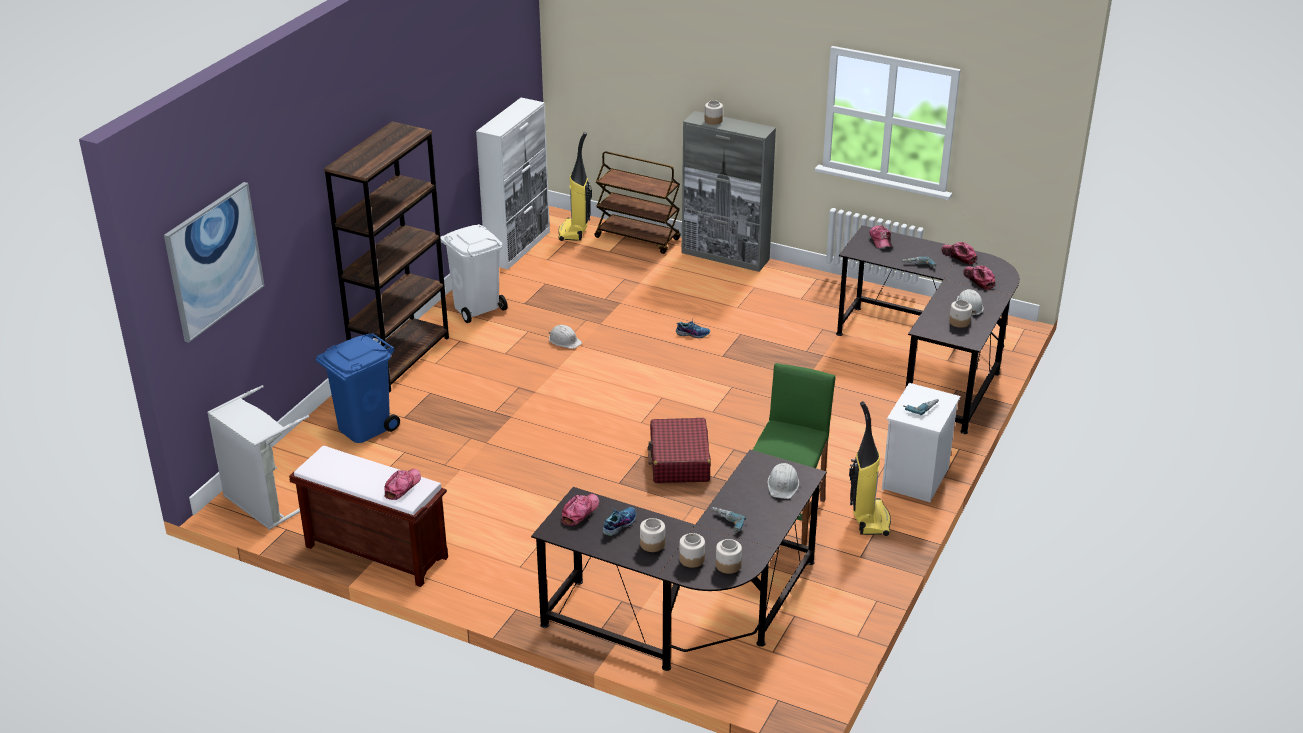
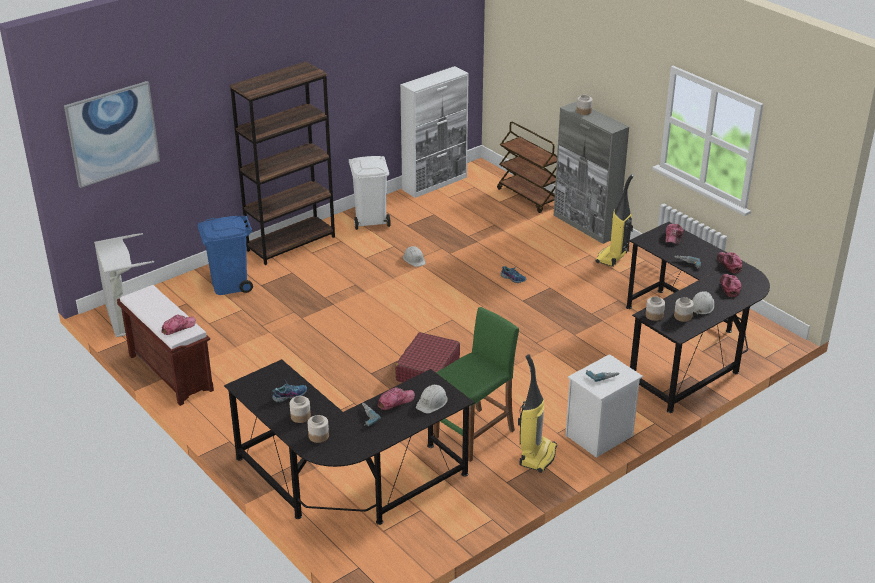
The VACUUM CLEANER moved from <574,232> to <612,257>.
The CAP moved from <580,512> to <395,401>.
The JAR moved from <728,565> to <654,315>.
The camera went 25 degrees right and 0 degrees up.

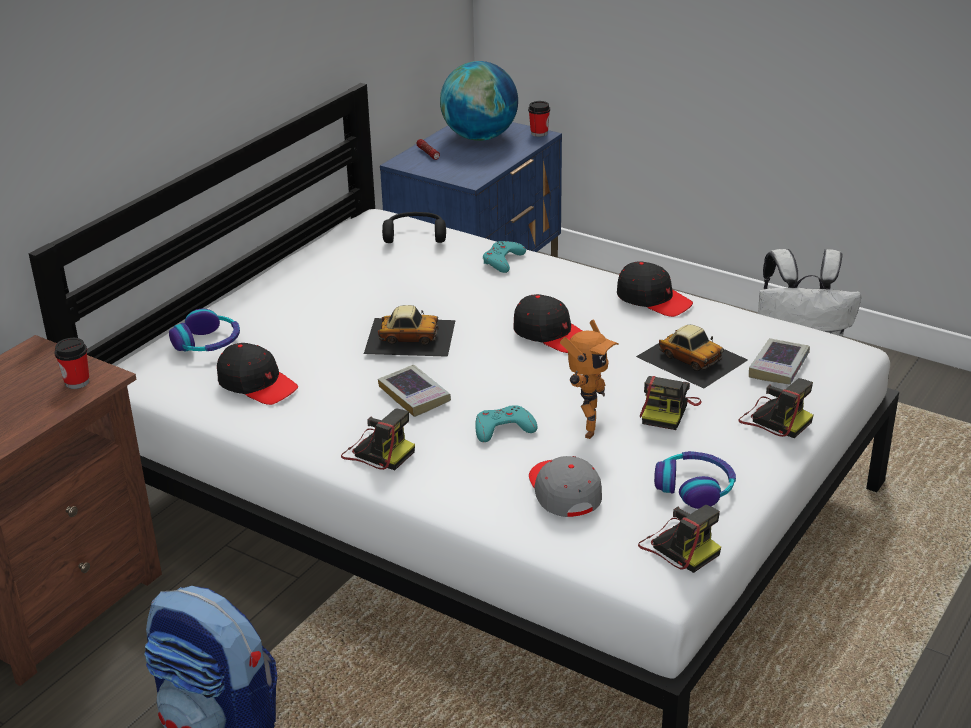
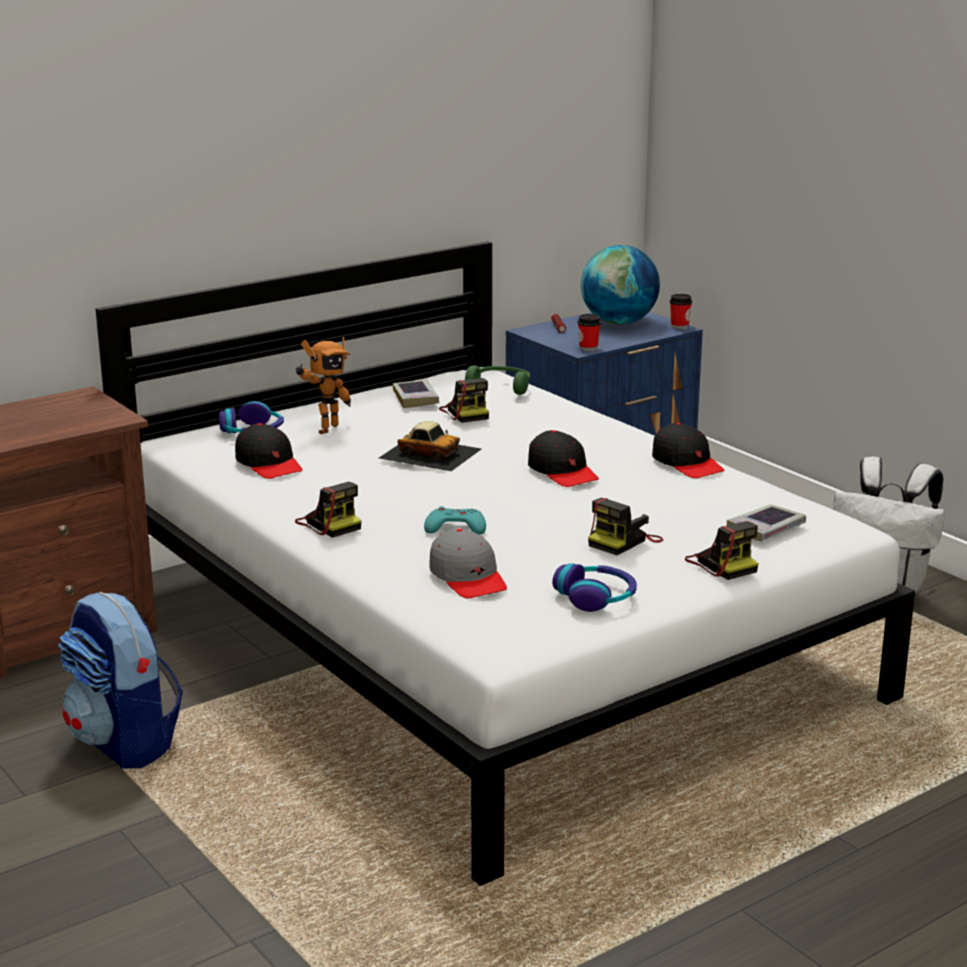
The BLACK HEADPHONES at <415,235> became the GREEN HEADPHONES at <501,387>.
The TURQUOISE GAME CONTROLLER at <503,261> disappeared.
The TOY ROBOT moved from <585,428> to <325,428>.
The TOY CAR at <691,357> disappeared.
The CUP moved from <77,382> to <588,348>.
The BOOK moved from <414,395> to <415,398>.
The GREY CAP at <563,492> turned 150 degrees clockwise.
The PHOTO CAMERA moved from <678,547> to <466,413>.
The camera went 20 degrees right and 10 degrees down.

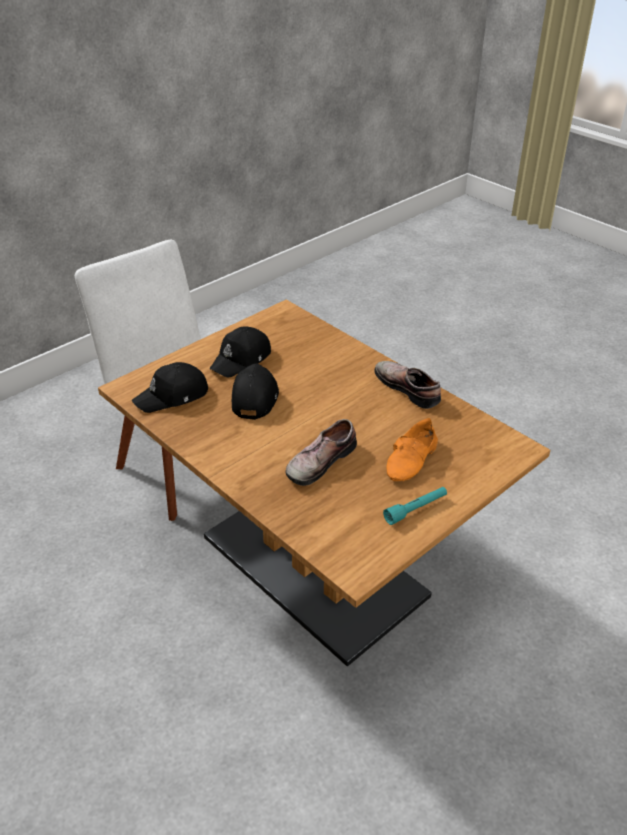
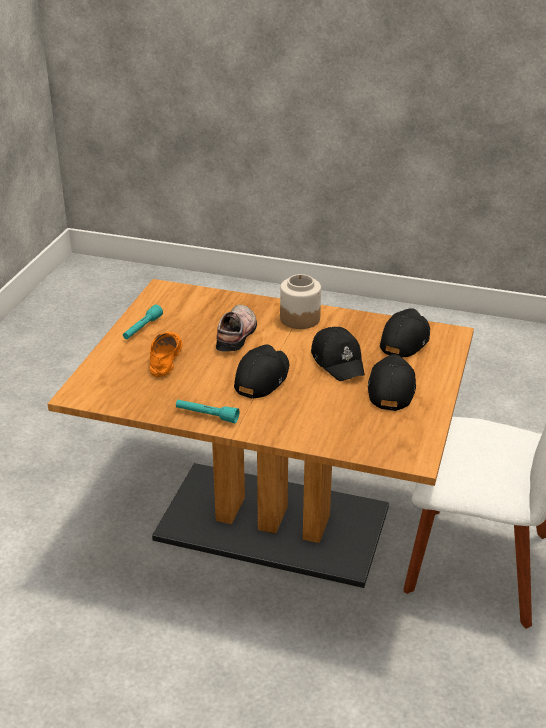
The SHOE at <409,388> was replaced by the TURQUOISE FLASHLIGHT at <207,415>.
The JAR at <300,318> appeared.
The BLACK CAP at <262,378> appeared.
The camera went 150 degrees right and 5 degrees down.

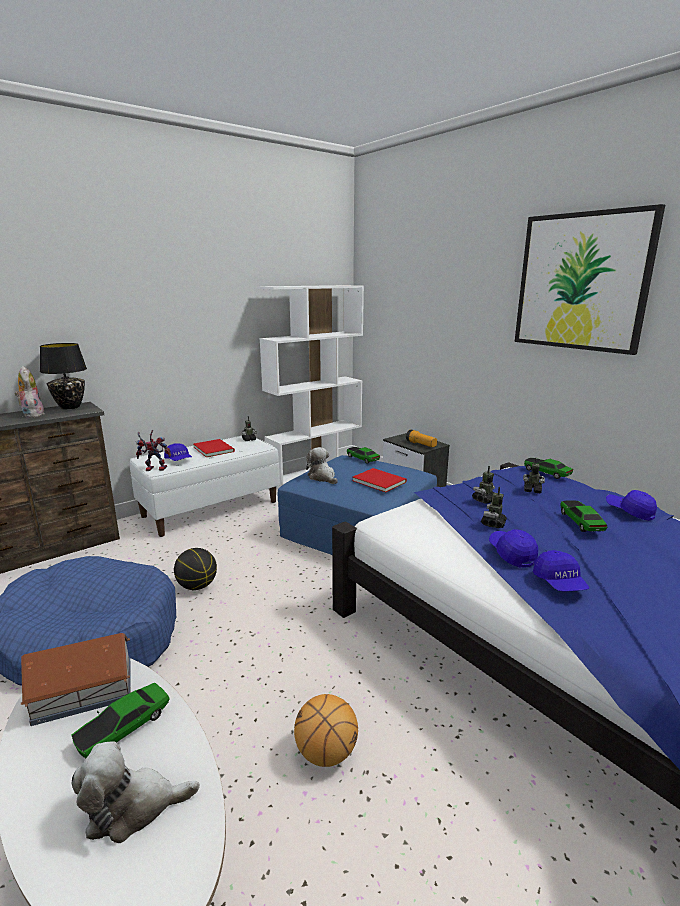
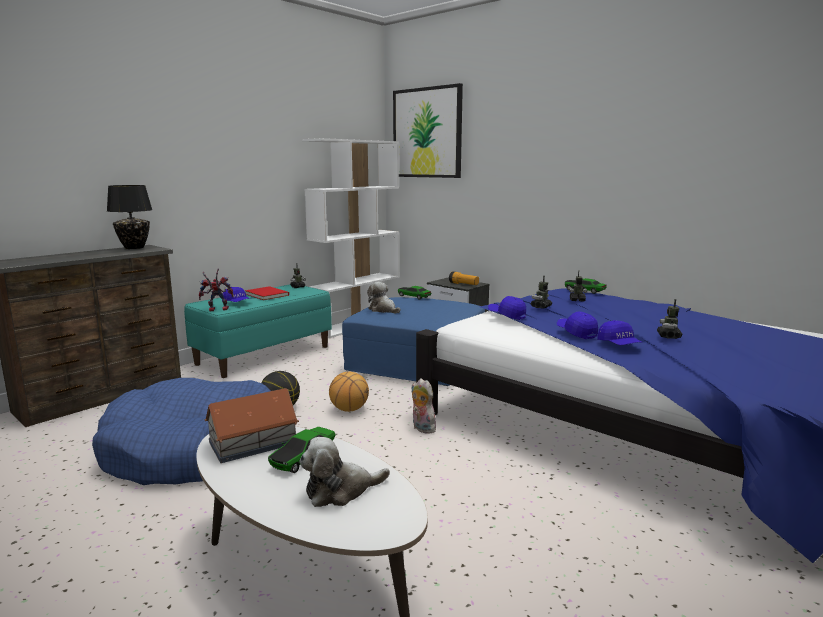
The PICTURE moved from <581,282> to <427,133>.
The PLUSH TOY moved from <32,415> to <422,428>.
The WHITE BENCH at <211,508> became the TURQUOISE BENCH at <264,355>.
The RED BOOK at <378,481> disappeared.
The TOY ROBOT moved from <493,524> to <668,336>.
The BLUE CAP moved from <629,511> to <507,315>.
The TOY CAR at <581,522> disappeared.
The BASKETBALL moved from <326,753> to <349,409>.
The camera went 10 degrees left and 5 degrees down.

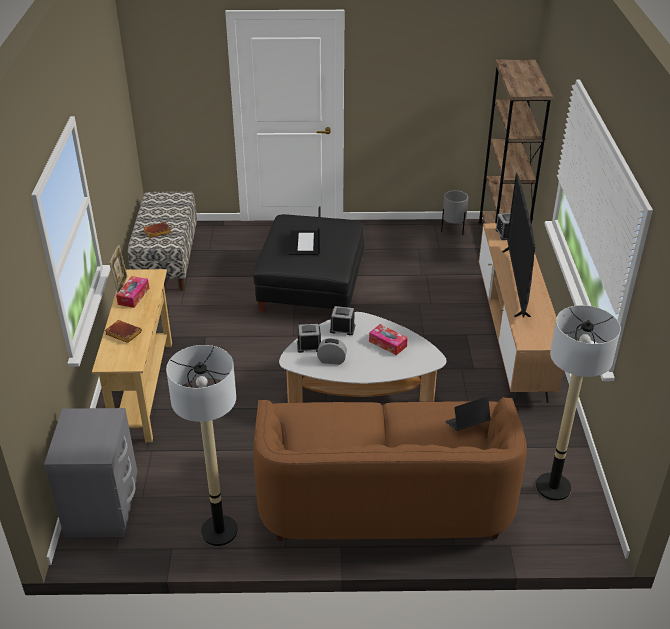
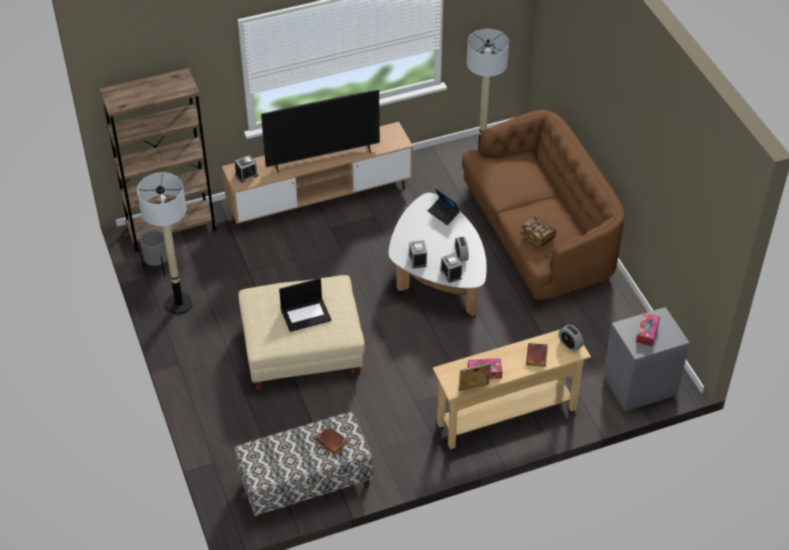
The BLACK OTTOMAN at <311,287> became the BEIGE OTTOMAN at <303,349>.
The TISSUE BOX moved from <387,344> to <647,332>.
The FLOOR LAMP moved from <219,531> to <179,304>.
The LAPTOP moved from <466,424> to <443,214>.
The BOOK at <537,236> appeared.
The ALARM CLOCK at <570,344> appeared.
The camera went 110 degrees left and 10 degrees up.

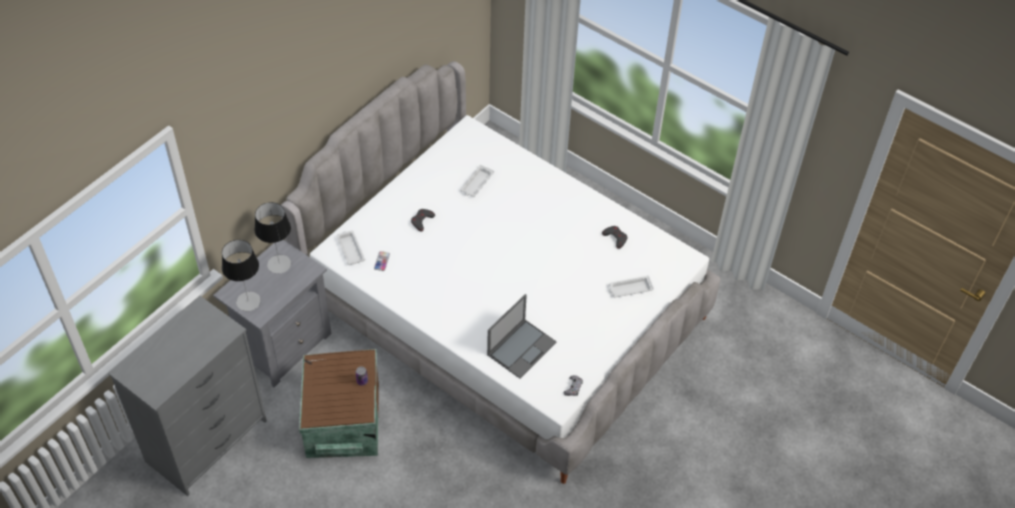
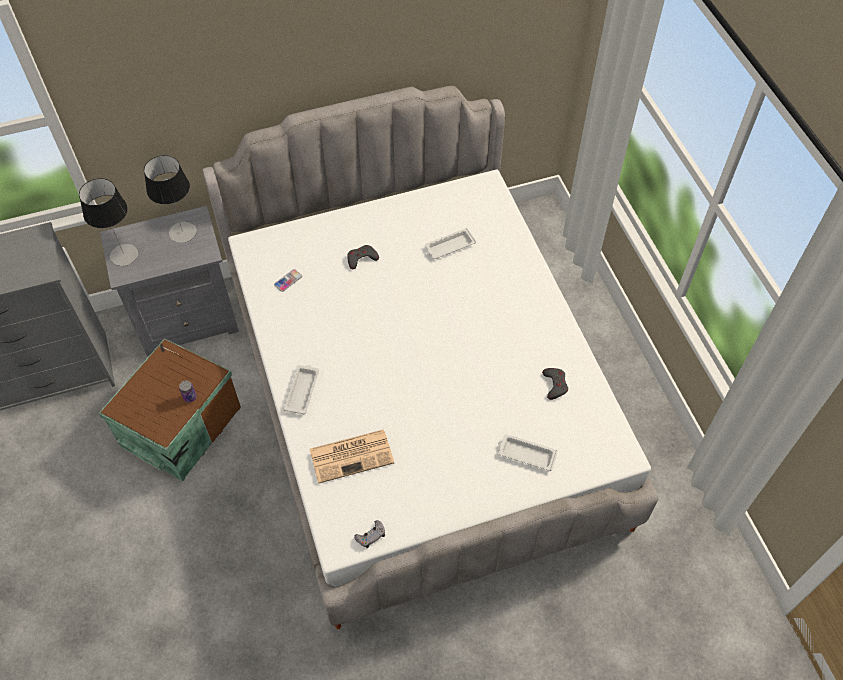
The WHITE TRAY moved from <350,249> to <302,390>.
The LAPTOP at <522,348> was replaced by the NEWSPAPER at <352,455>.
The camera went 35 degrees right and 5 degrees up.

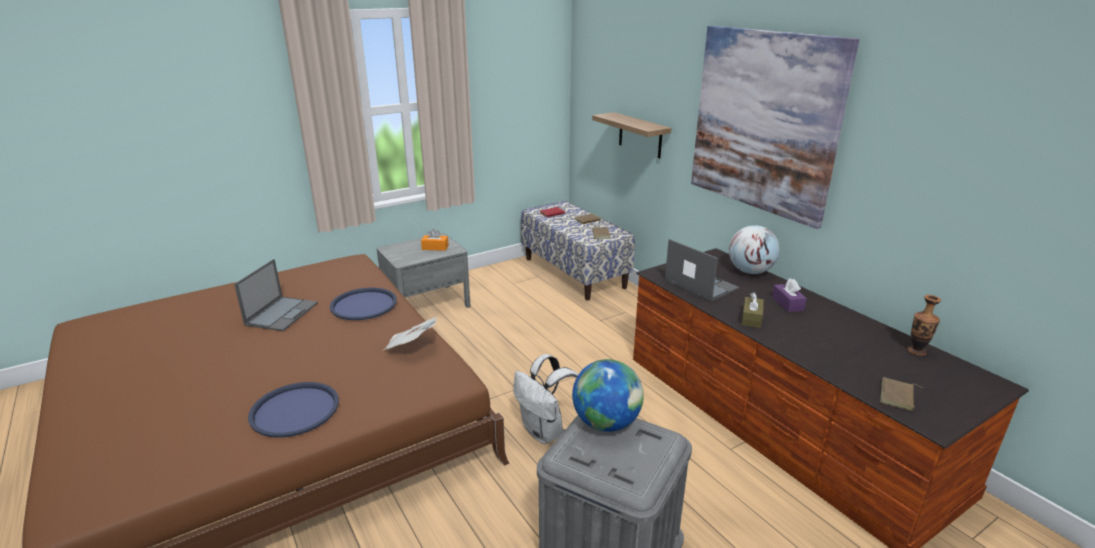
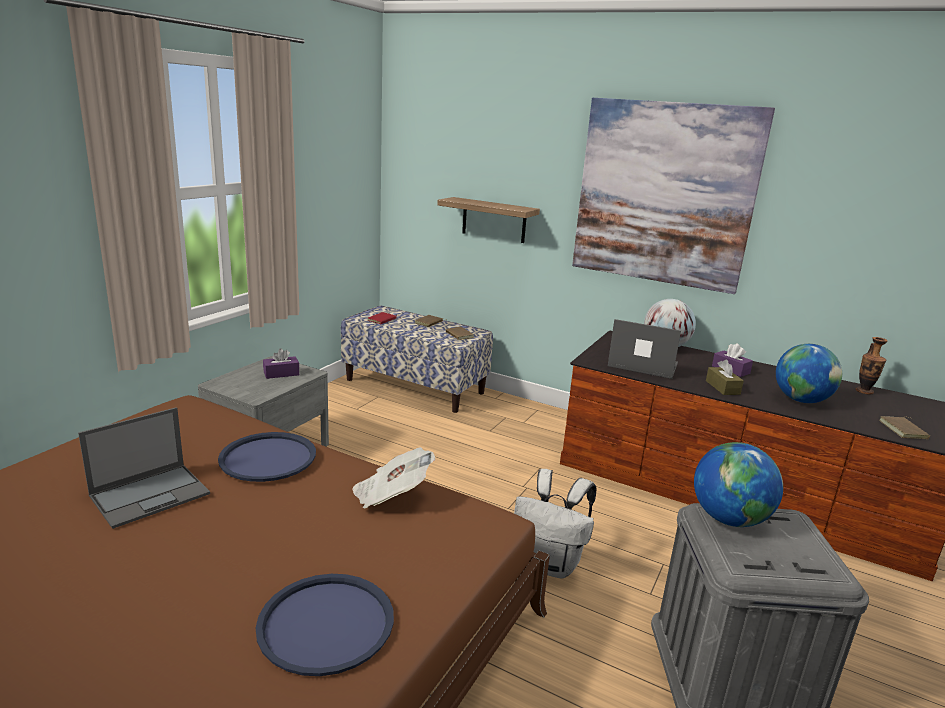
The ORANGE TISSUE BOX at <435,247> became the PURPLE TISSUE BOX at <281,373>.
The LAPTOP at <282,313> turned 60 degrees clockwise.
The GLOBE at <801,400> appeared.
The camera went 30 degrees left and 5 degrees down.

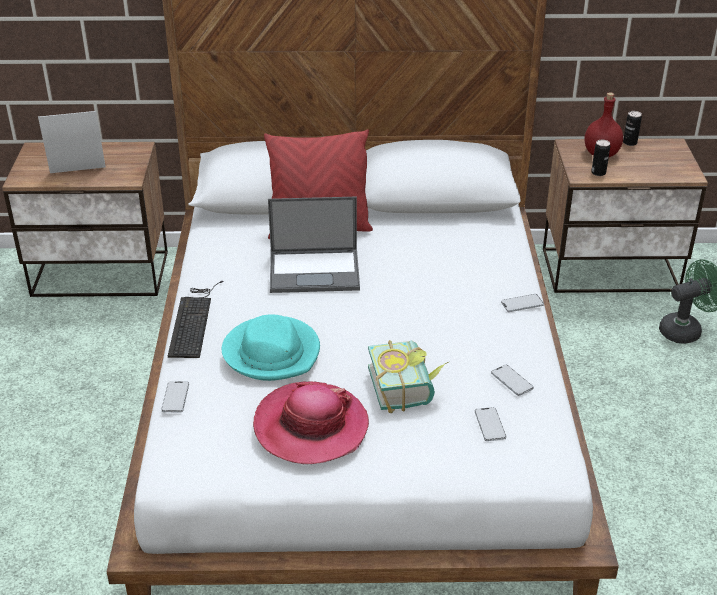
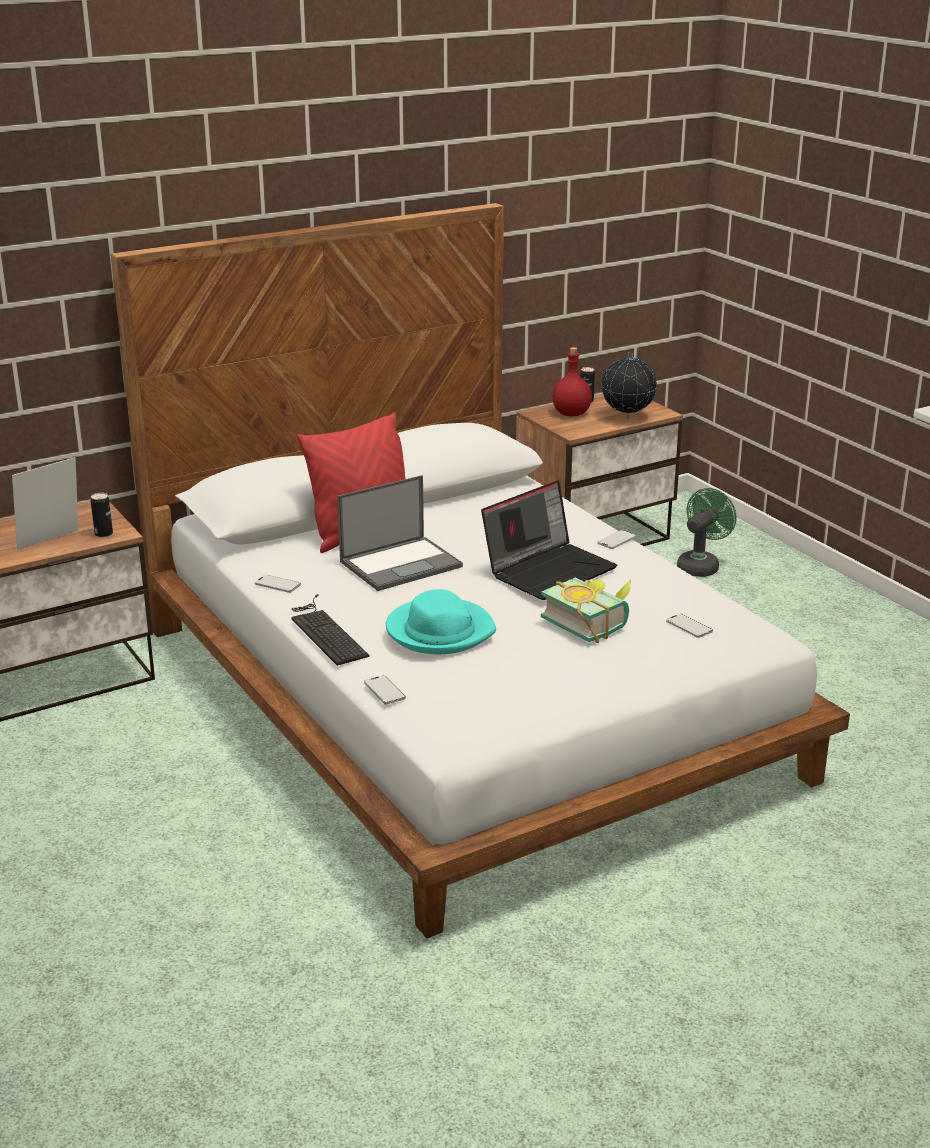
The CAN moved from <598,173> to <103,534>.
The PHONE moved from <512,381> to <277,585>.
The HAT at <311,426> disappeared.
The GLOBE at <627,418> appeared.
The LAPTOP at <549,569> appeared.
The camera went 30 degrees left and 10 degrees down.

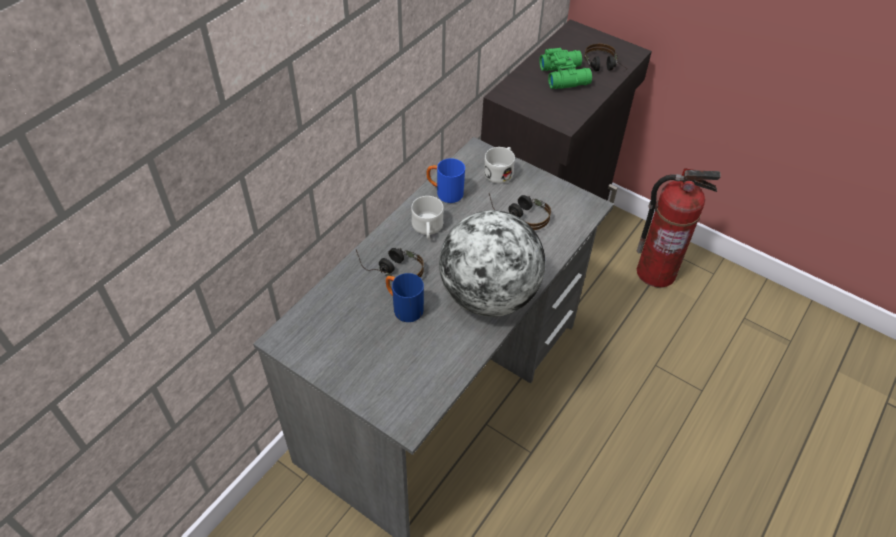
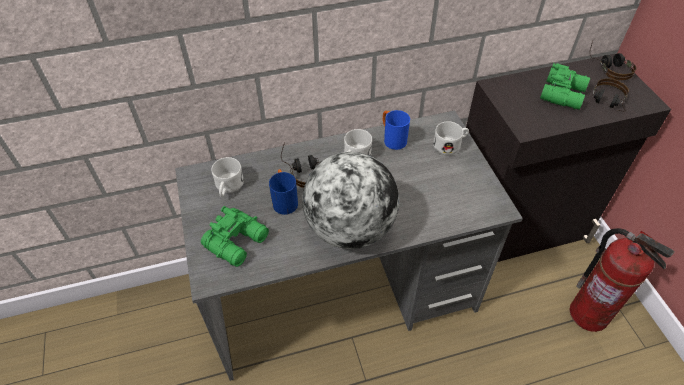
The HEADPHONES moved from <519,214> to <608,66>.
The WHITE MUG at <228,187> appeared.
The GREEN BINOCULARS at <238,241> appeared.
The camera went 40 degrees right and 0 degrees up.

